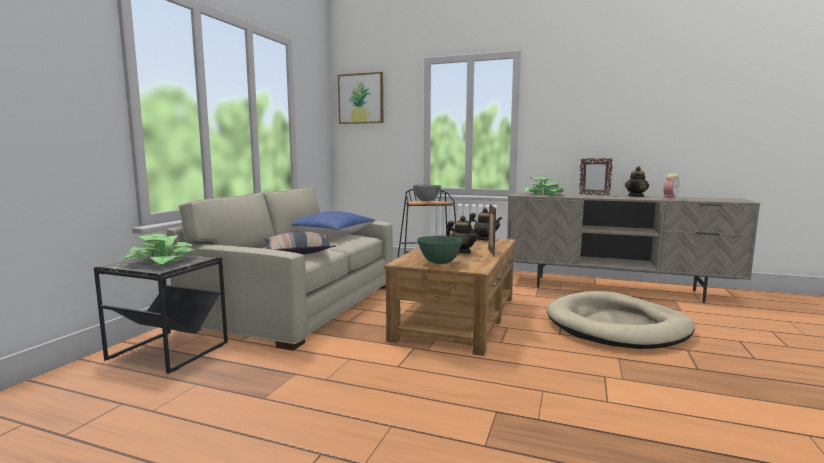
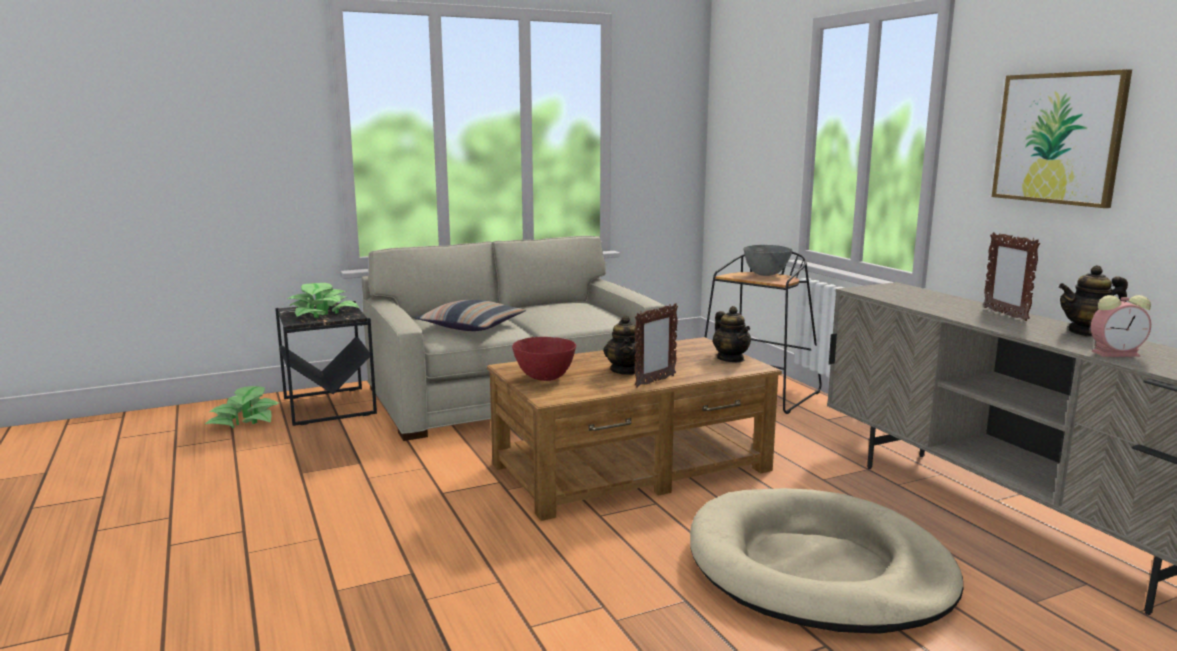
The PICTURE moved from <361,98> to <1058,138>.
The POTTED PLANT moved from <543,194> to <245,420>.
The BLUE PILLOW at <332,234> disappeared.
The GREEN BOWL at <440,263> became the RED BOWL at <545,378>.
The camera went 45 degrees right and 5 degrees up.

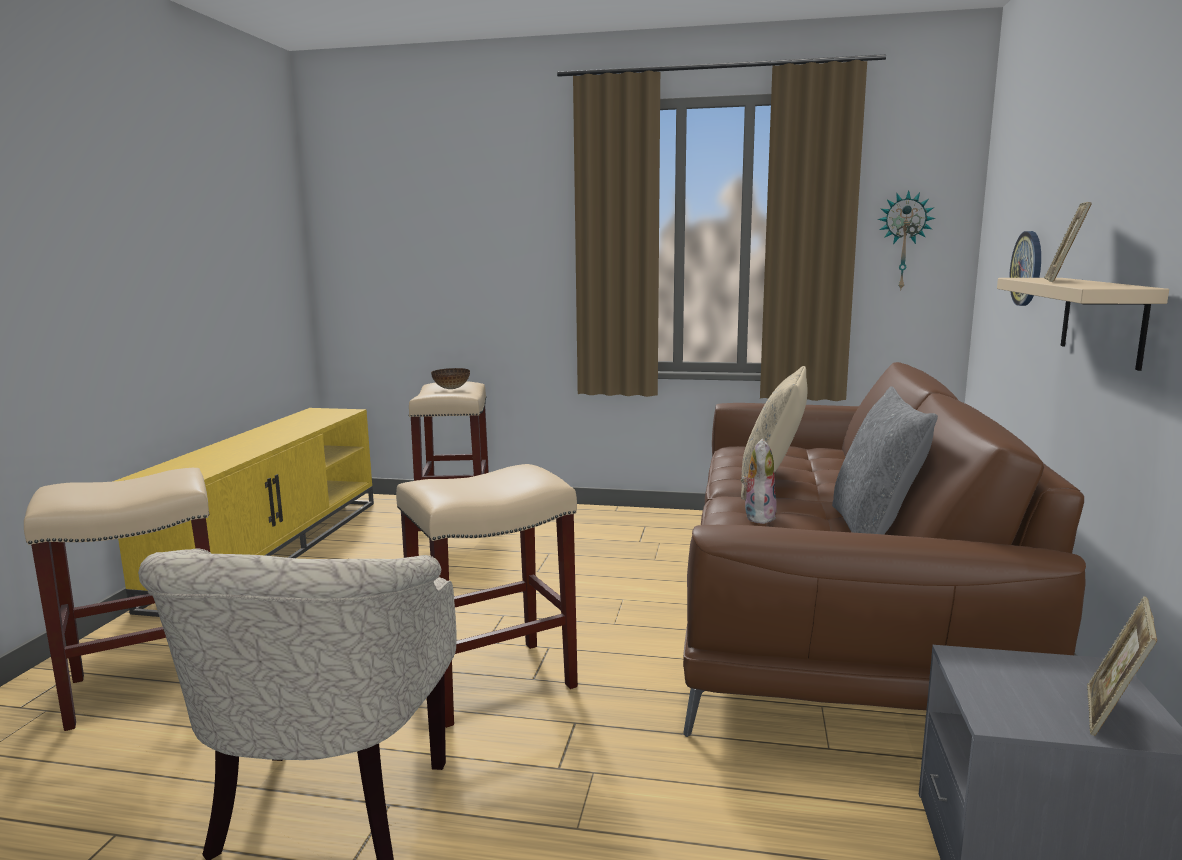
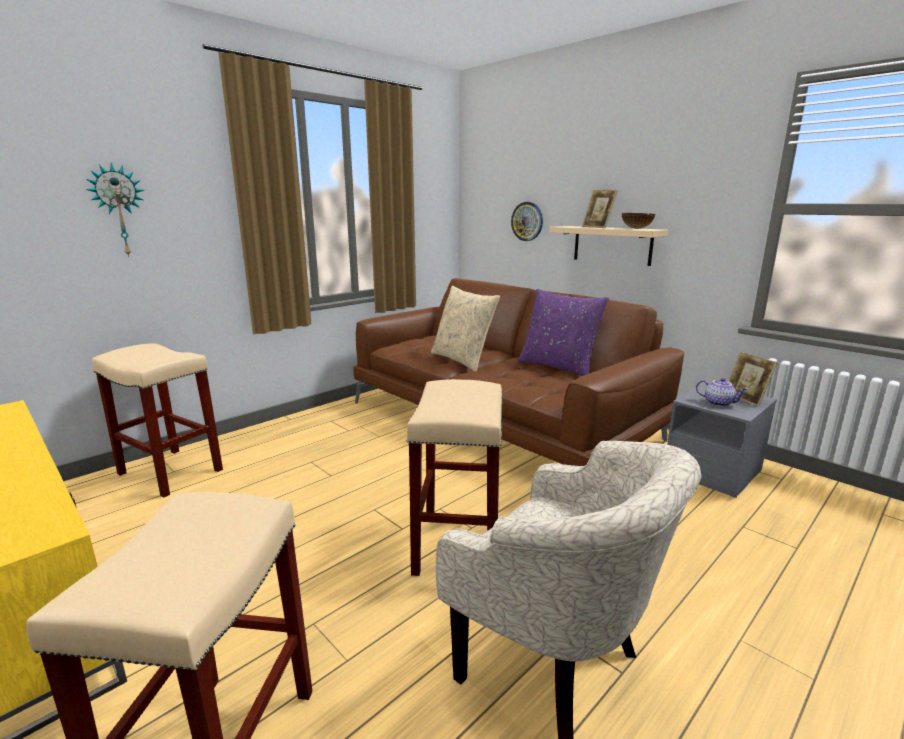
The WALL CLOCK moved from <903,241> to <119,211>.
The BOWL moved from <450,389> to <636,228>.
The GREY PILLOW at <874,531> became the PURPLE PILLOW at <558,366>.
The PLUSH TOY at <757,516> disappeared.
The TEAPOT at <719,403> appeared.
The camera went 55 degrees left and 5 degrees up.

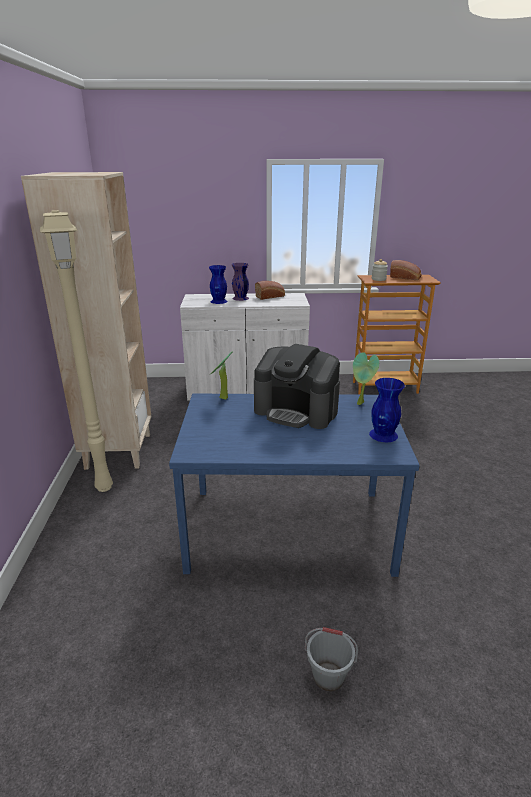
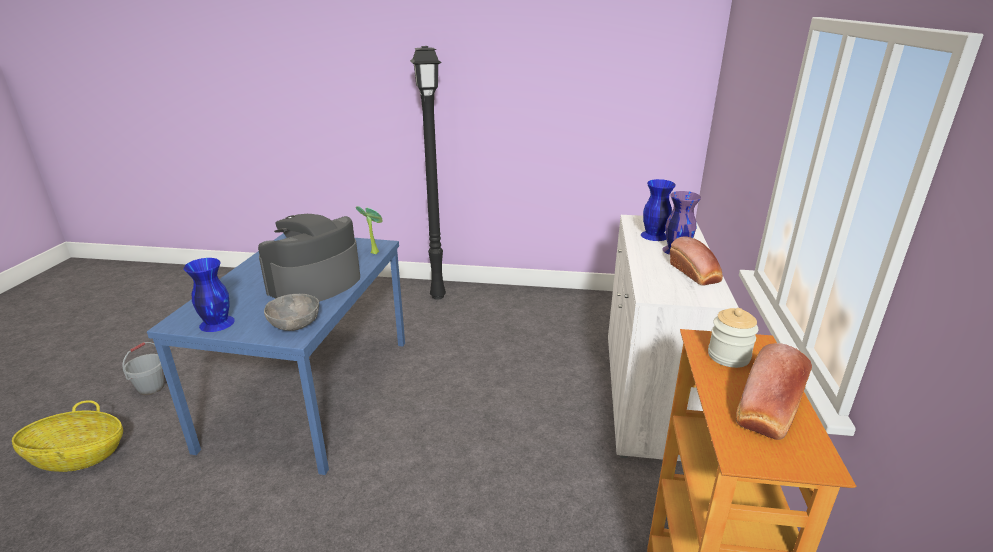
The BEIGE BOOKCASE at <118,450> disappeared.
The BEIGE FLOOR LAMP at <103,487> became the BLACK FLOOR LAMP at <438,296>.
The POTTED PLANT at <361,404> was replaced by the GREY BOWL at <294,324>.
The BASKET at <77,456> appeared.
The camera went 100 degrees right and 0 degrees up.

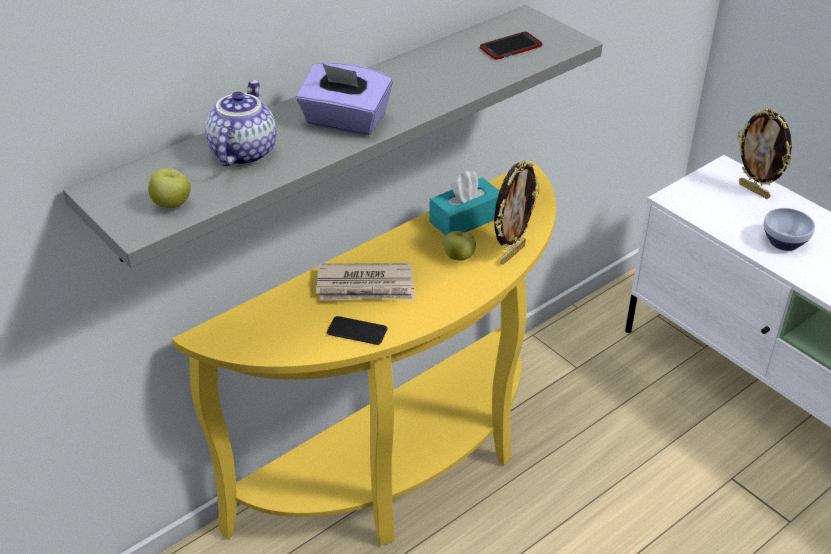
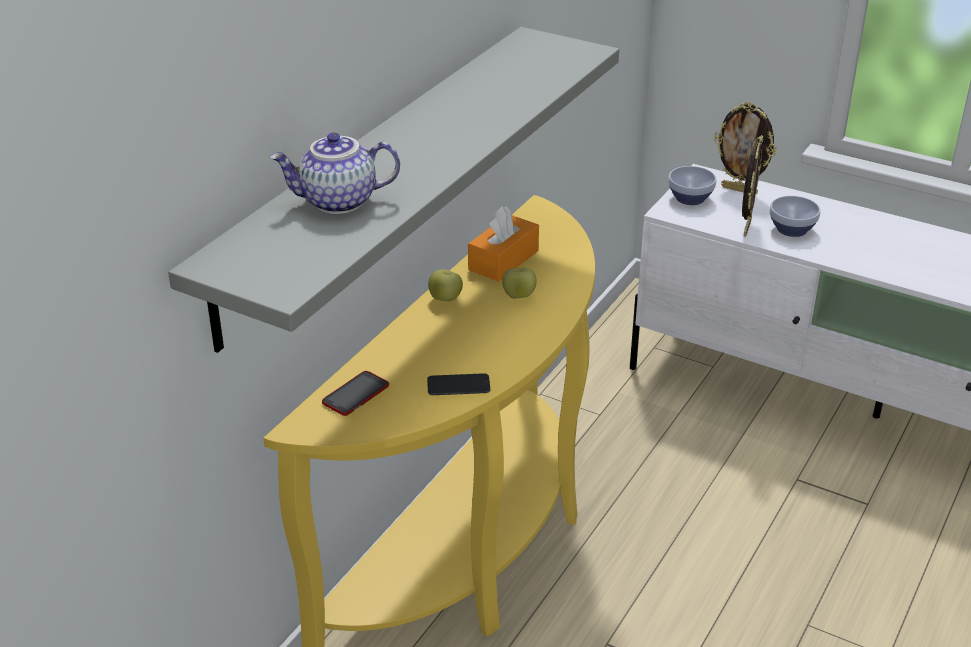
The PHONE moved from <511,47> to <356,394>.
The PURPLE TISSUE BOX at <345,121> disappeared.
The TEAPOT at <242,152> turned 90 degrees counterclockwise.
The PICTURE FRAME moved from <511,253> to <745,227>.
The APPLE moved from <172,204> to <445,299>.
The TURQUOISE TISSUE BOX at <465,219> became the ORANGE TISSUE BOX at <503,260>.
The NEWSPAPER at <366,286> disappeared.
The BOWL at <689,198> appeared.
The camera went 20 degrees left and 5 degrees down.

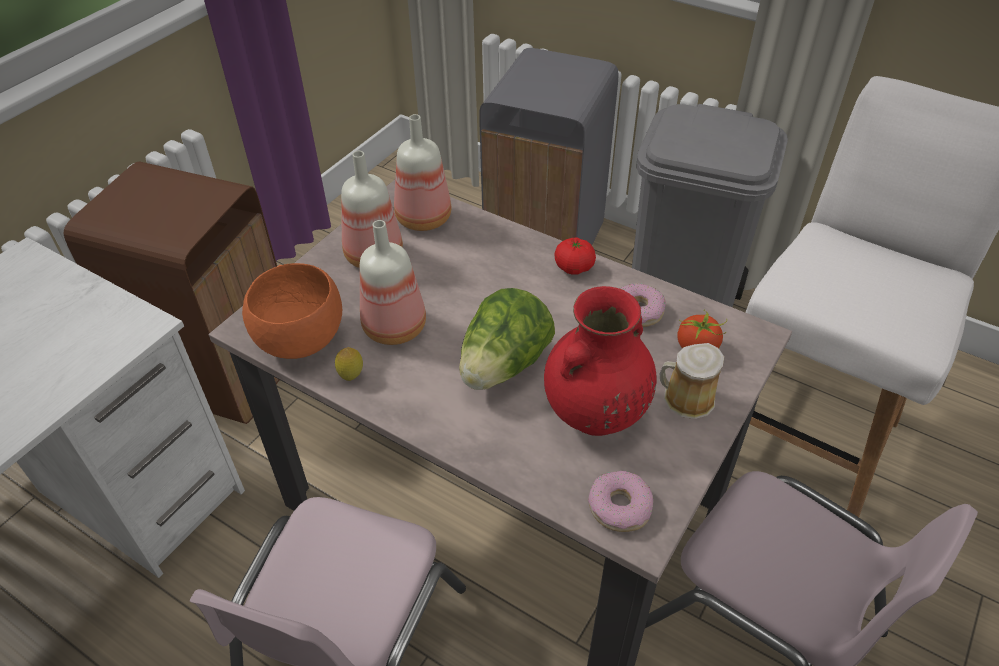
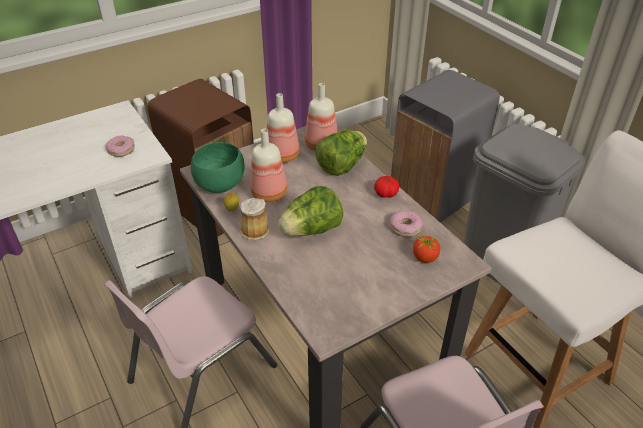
The ORANGE BOWL at <301,340> became the GREEN BOWL at <220,185>.
The RED VASE at <594,414> disappeared.
The MUG moved from <685,398> to <253,229>.
The DONUT moved from <620,507> to <121,150>.
The LETTUCE at <342,166> appeared.
The camera went 25 degrees right and 5 degrees down.

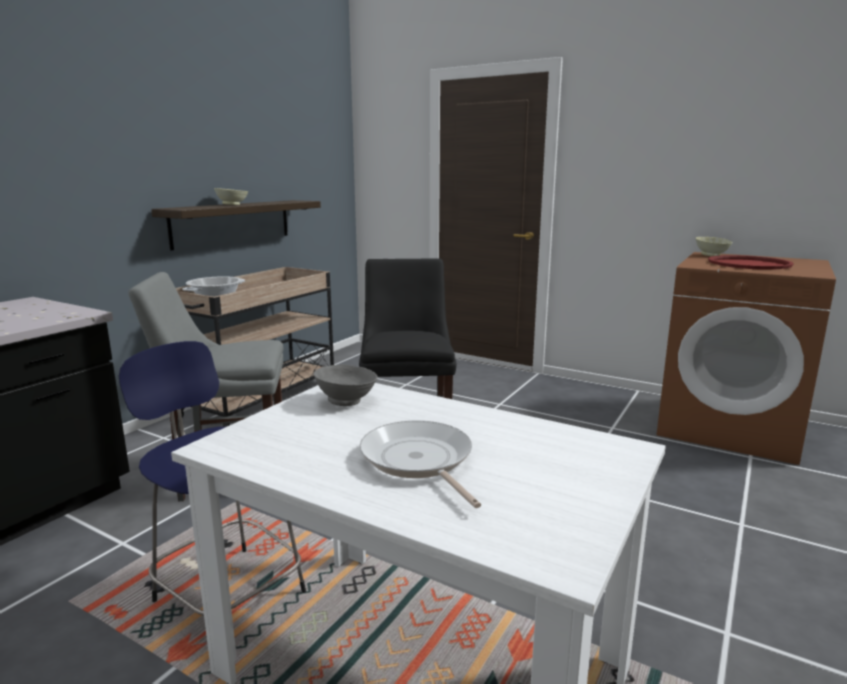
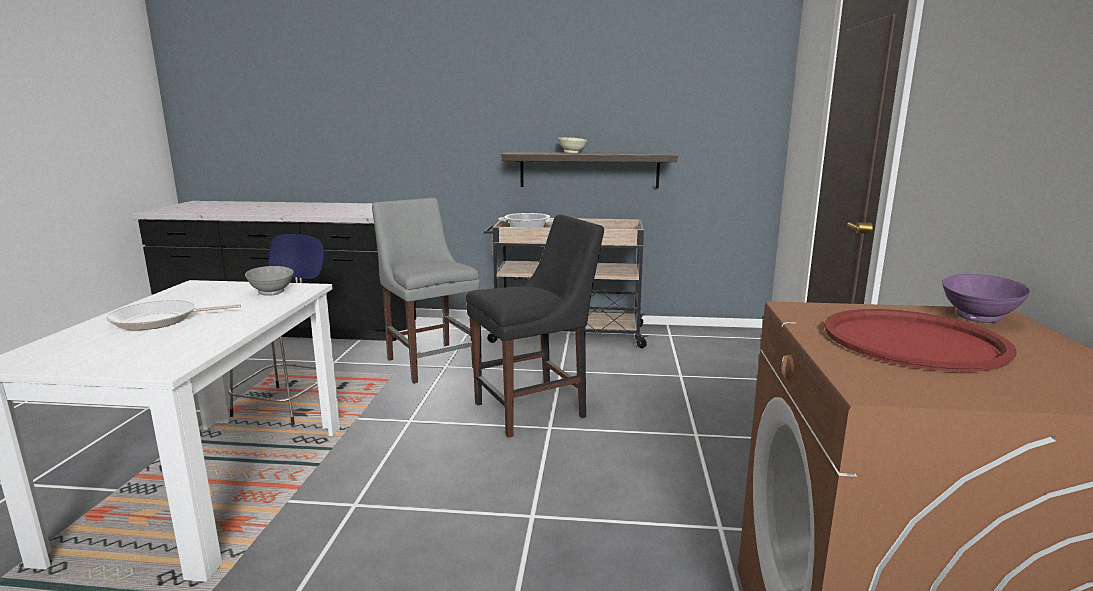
The BEIGE BOWL at <711,255> became the PURPLE BOWL at <977,318>.
The FRYING PAN at <418,461> turned 150 degrees counterclockwise.
The camera went 65 degrees right and 0 degrees up.

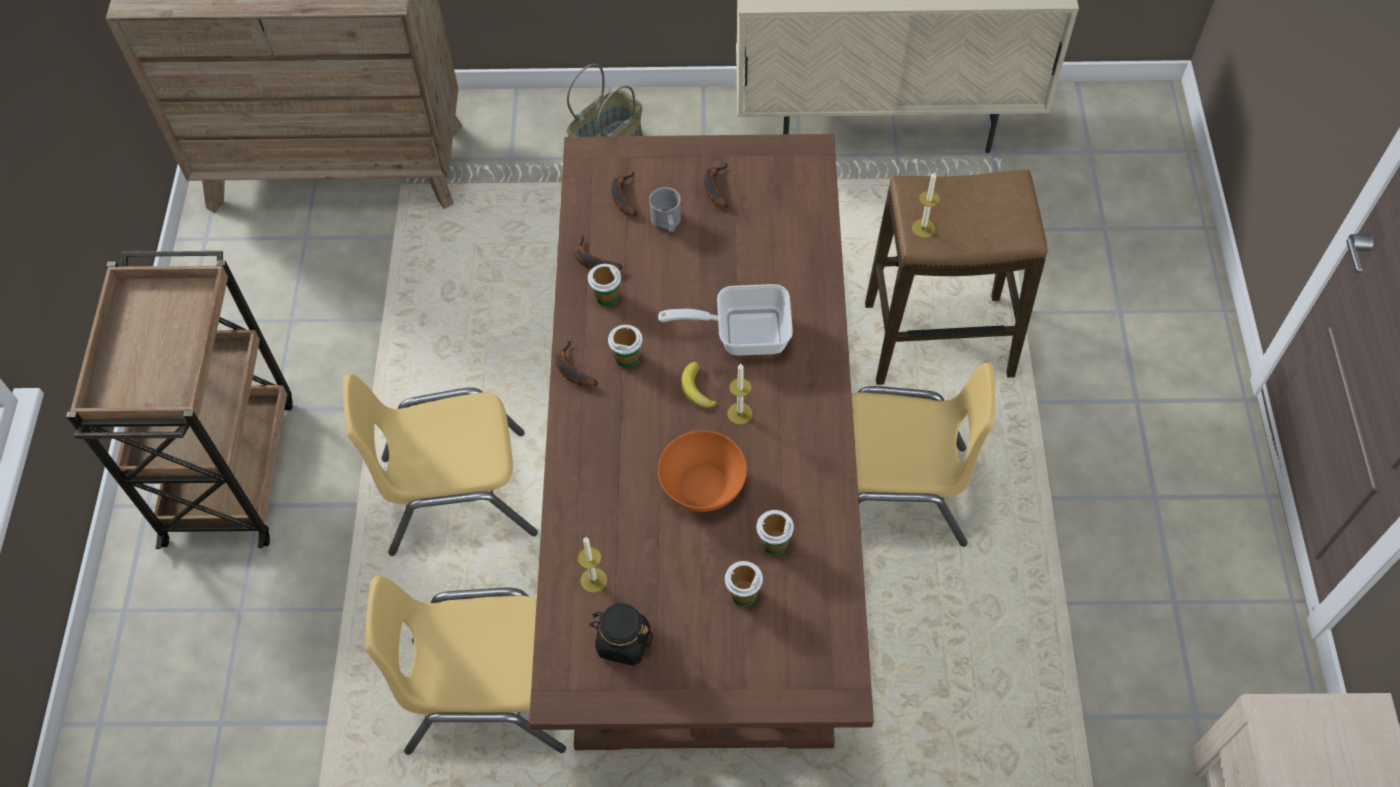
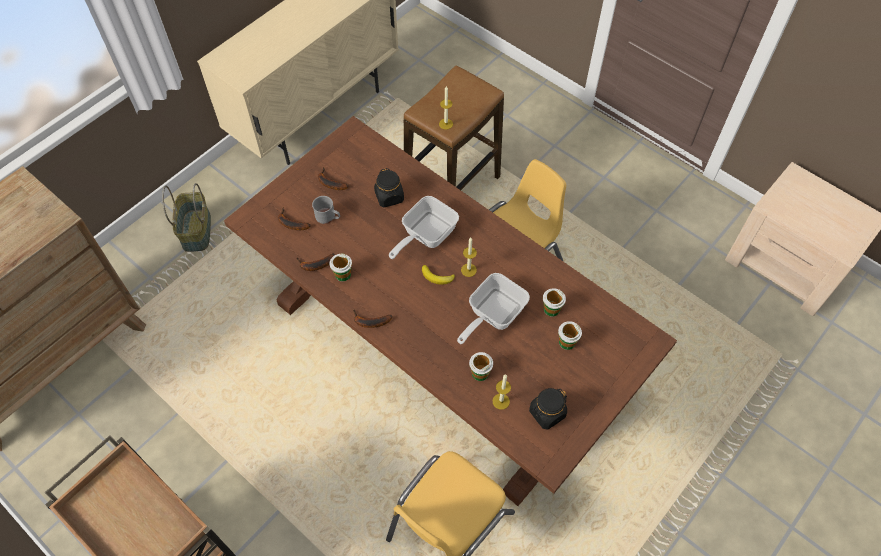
The CUP moved from <627,357> to <480,373>.
The YELLOW CHAIR at <457,493> disappeared.
The ORANGE BOWL at <702,484> was replaced by the FRYING PAN at <492,314>.
The BLACK JAR at <389,197> appeared.
The camera went 50 degrees left and 0 degrees up.

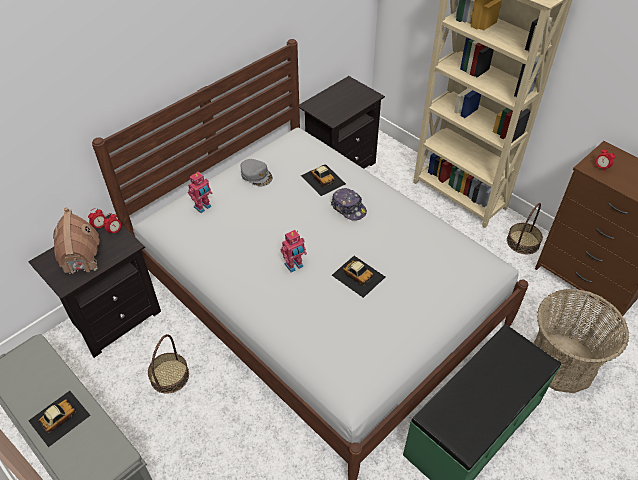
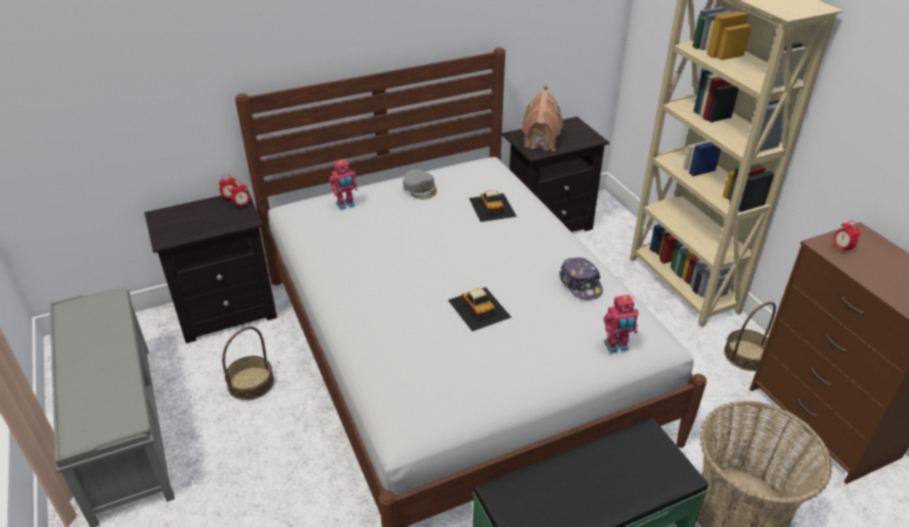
The CAP moved from <348,208> to <580,284>.
The TOY HOUSE moved from <81,259> to <540,141>.
The TOY ROBOT moved from <294,266> to <616,347>.
The TOY CAR at <59,418> disappeared.
The camera went 20 degrees right and 10 degrees down.

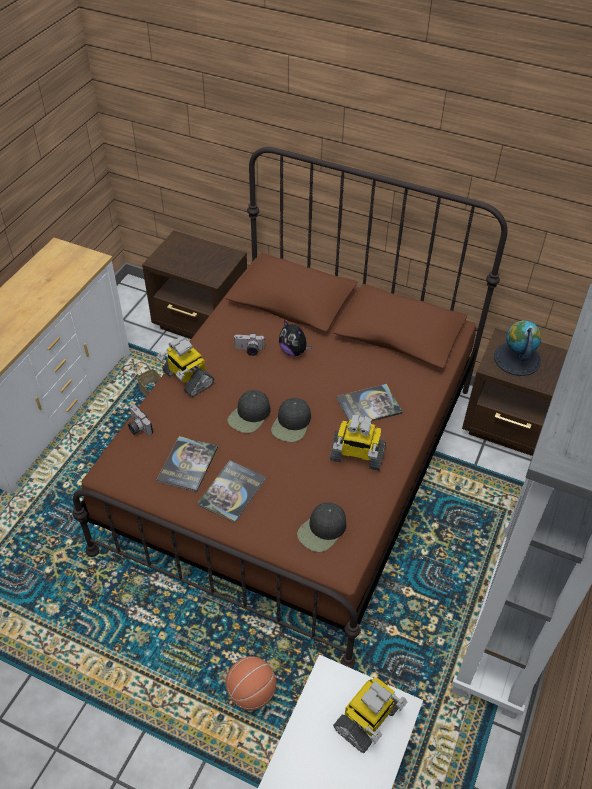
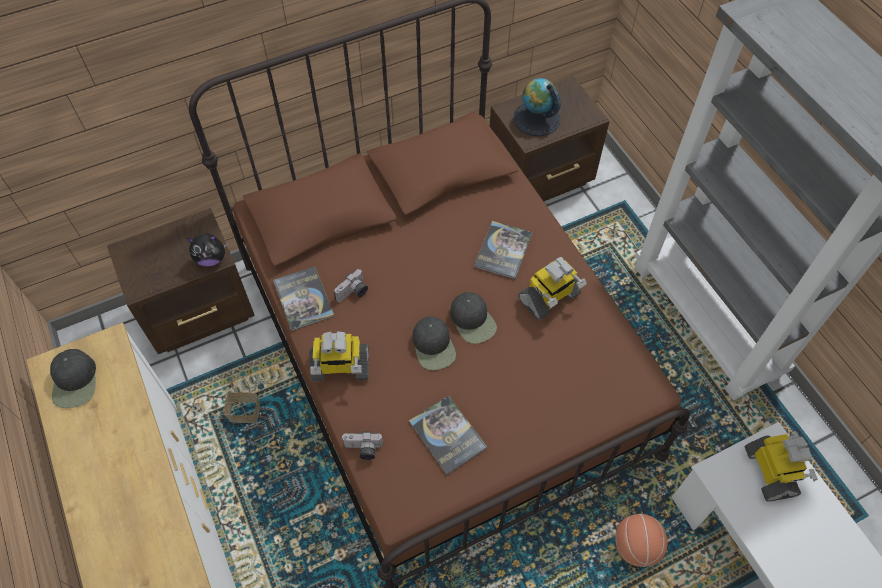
The PLUSH TOY moved from <294,351> to <211,259>.
The BOOK moved from <232,491> to <303,298>.
The BLACK CAP moved from <322,530> to <75,381>.
The camera went 50 degrees left and 10 degrees up.

